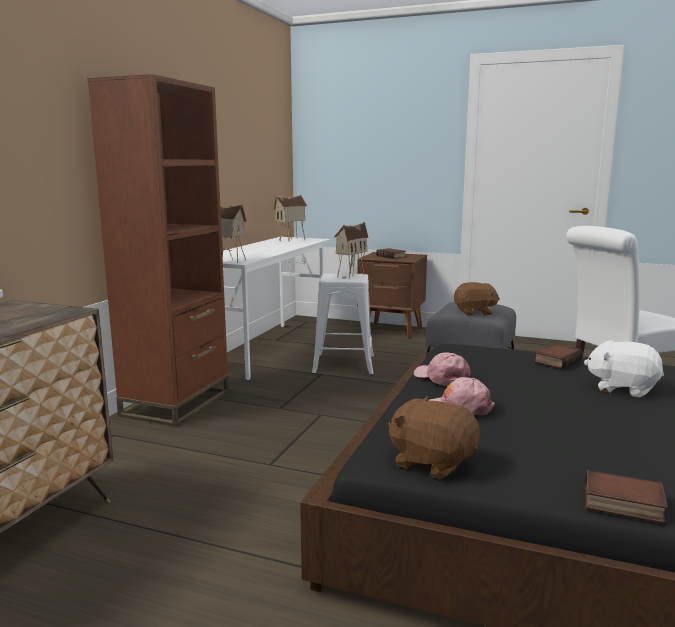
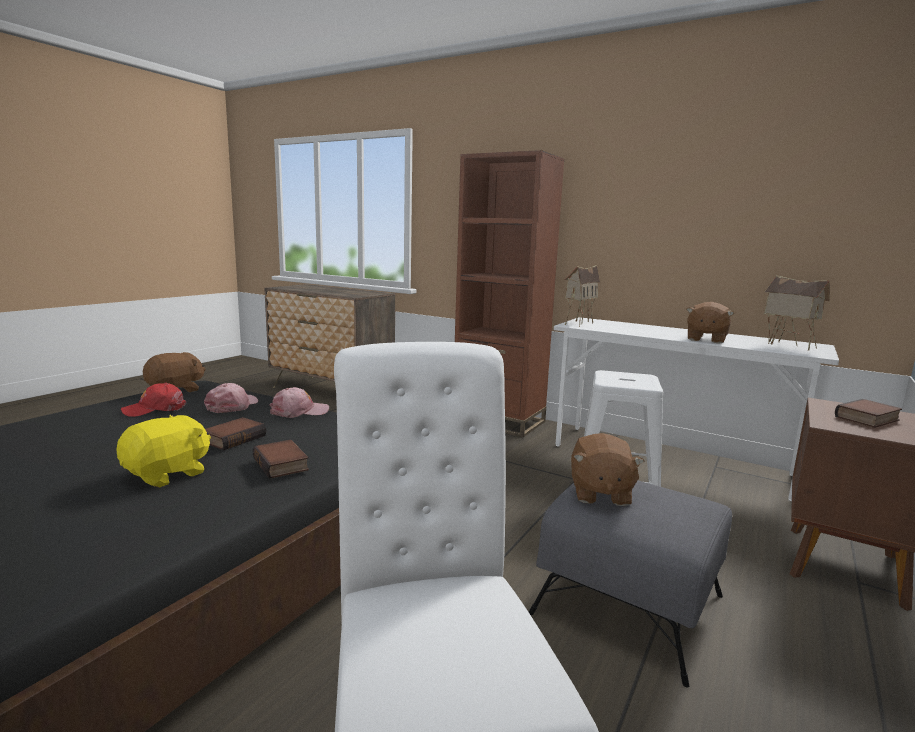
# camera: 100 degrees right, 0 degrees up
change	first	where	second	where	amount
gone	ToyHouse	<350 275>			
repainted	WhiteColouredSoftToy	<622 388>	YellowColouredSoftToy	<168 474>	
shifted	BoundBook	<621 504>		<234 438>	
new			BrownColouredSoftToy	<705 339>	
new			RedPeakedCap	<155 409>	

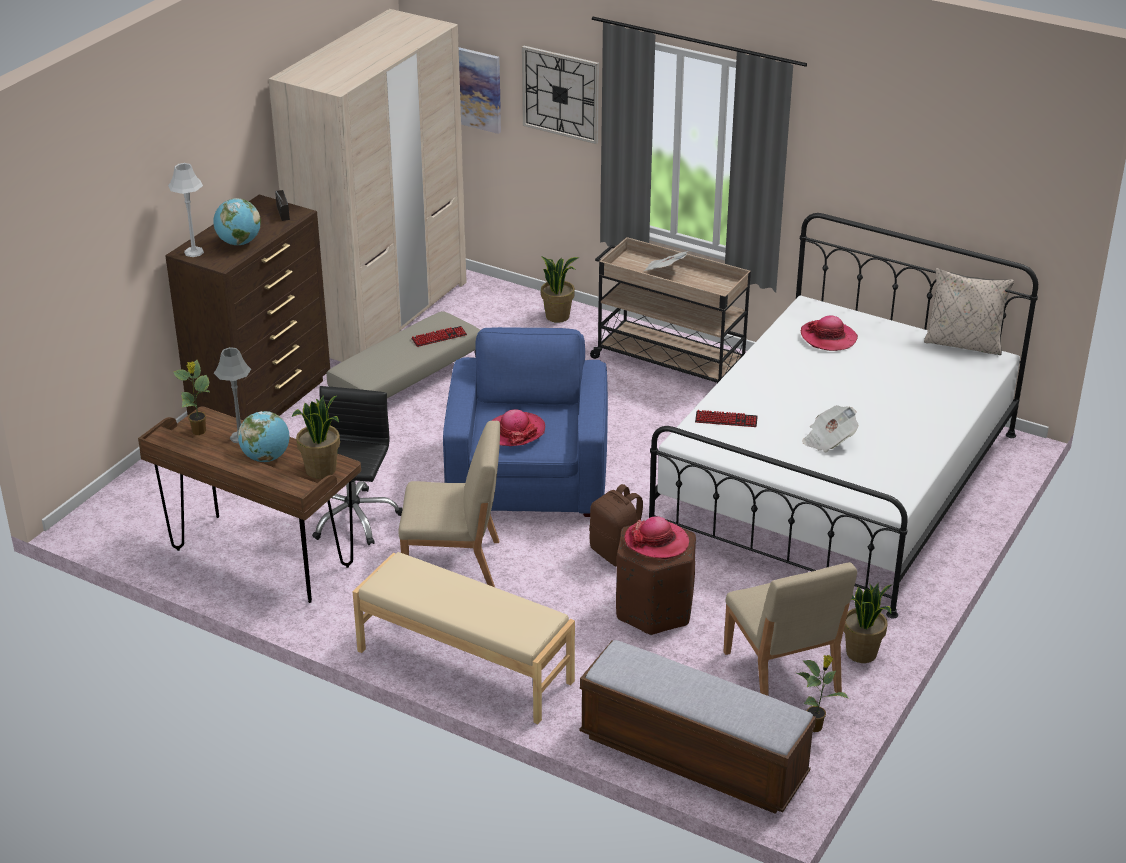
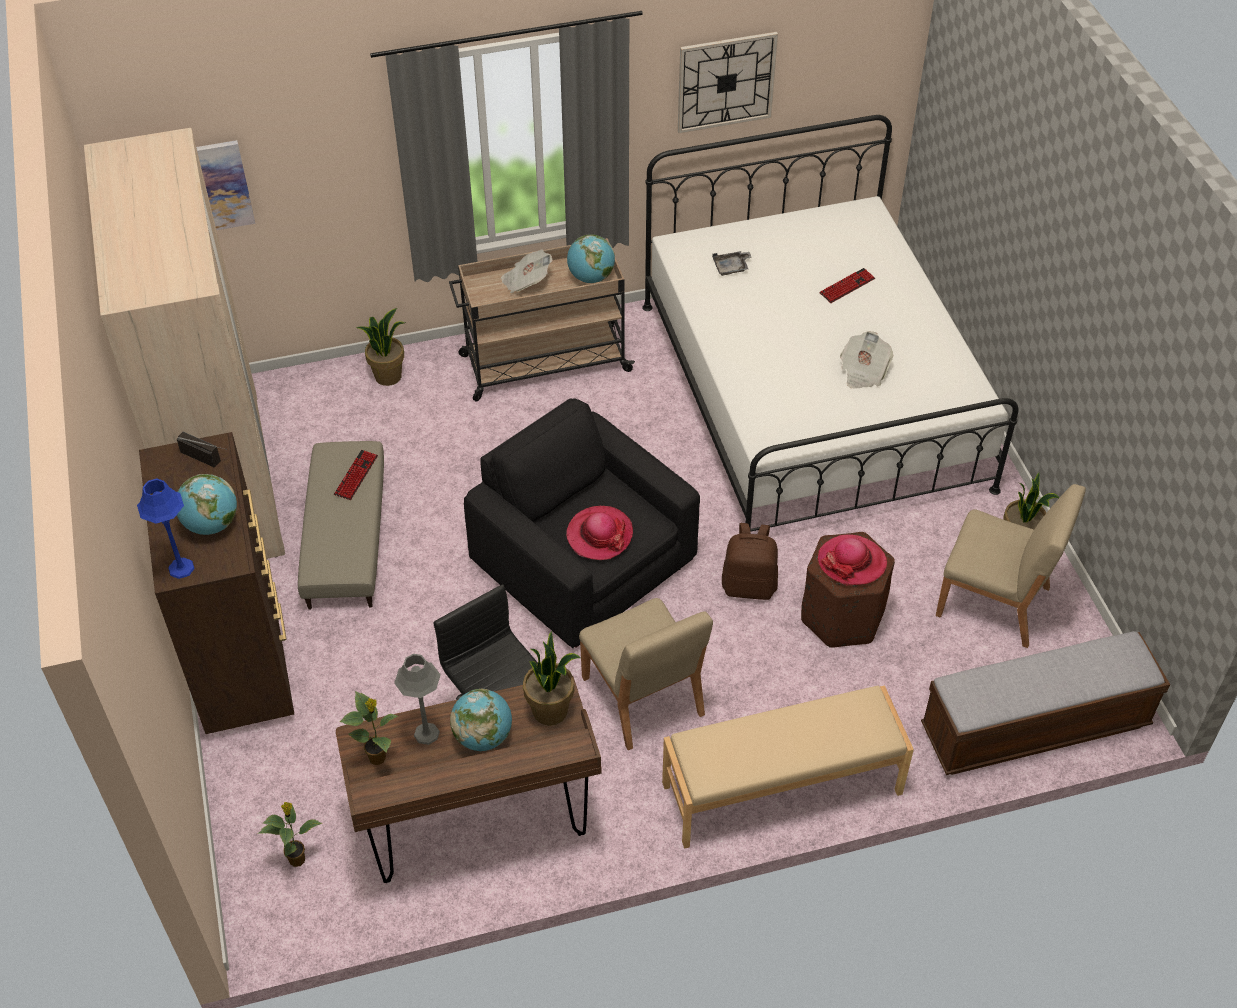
# camera: 45 degrees left, 15 degrees up
change	first	where	second	where	amount
shifted	WallClock	<561 94>		<726 82>	
repainted	GrayTabletopLamp	<194 252>	BlueTabletopLamp	<181 568>	
gone	BeigeThrowPillow	<963 343>			
swapped	Hat	<828 338>	GrayTray	<731 267>	
repainted	BlueEasyChair	<528 476>	BlackColouredEasyChair	<584 562>	
shifted	PcKeyboard	<726 420>		<847 286>	
rotated	BeigeChair	<454 564>		<643 697>	105 degrees clockwise
shifted	PottedPlant	<815 726>		<298 858>	
new			DeskGlobe	<591 277>	

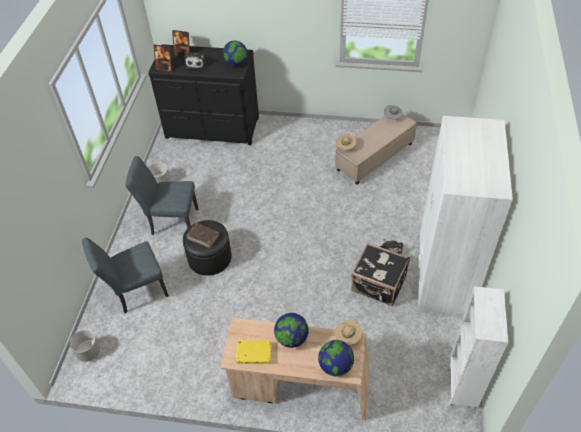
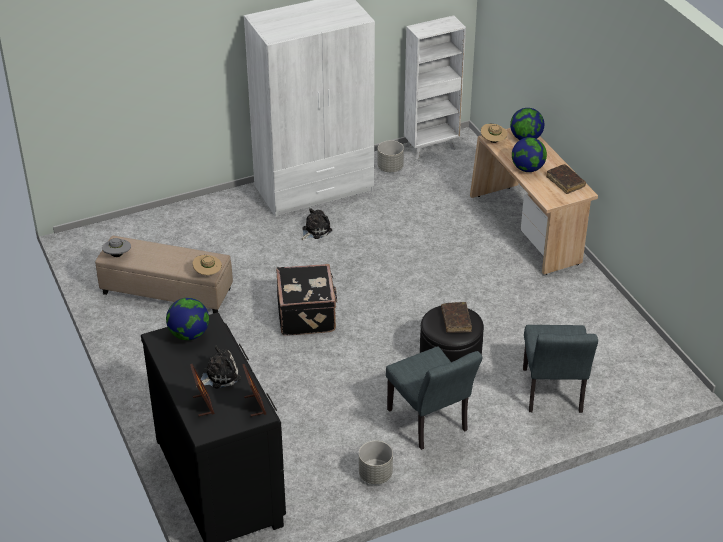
# camera: 125 degrees left, 10 degrees down
change	first	where	second	where	amount
rotated	GrayChair	<136 292>		<553 395>	60 degrees clockwise
shifted	BlackColouredTravelCase	<378 285>		<307 315>	
shifted	GrayFlowerPot	<89 352>		<390 168>	
repainted	YellowColouredBoundBook	<254 354>	BrownColouredBoundBook	<565 182>	

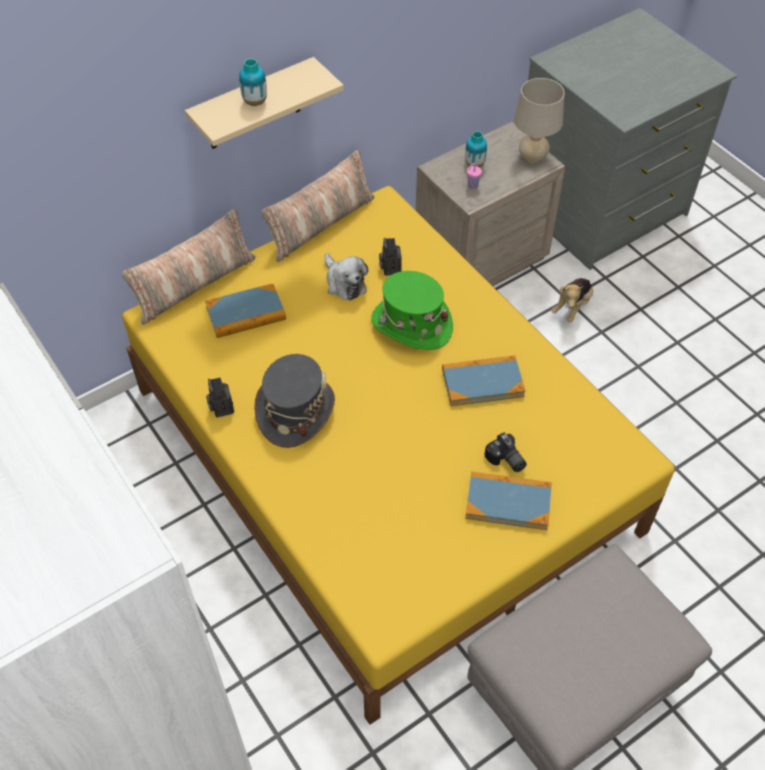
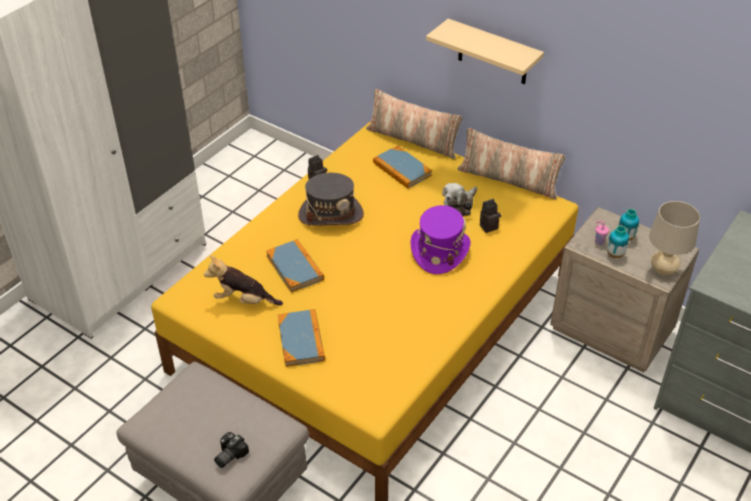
# camera: 70 degrees right, 10 degrees down
change	first	where	second	where	amount
shifted	Vase	<255 102>		<615 254>	
repainted	GreenHat	<411 324>	PurpleColouredHat	<439 251>	
shifted	SoftToy	<572 307>		<244 300>	
shifted	BoundBook	<482 382>		<295 267>	
shifted	StillCamera	<505 460>		<228 455>	

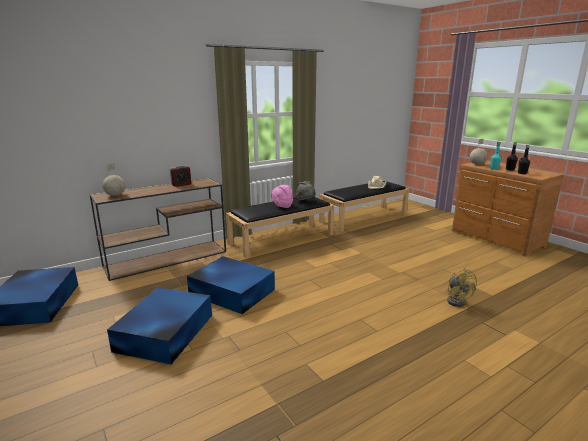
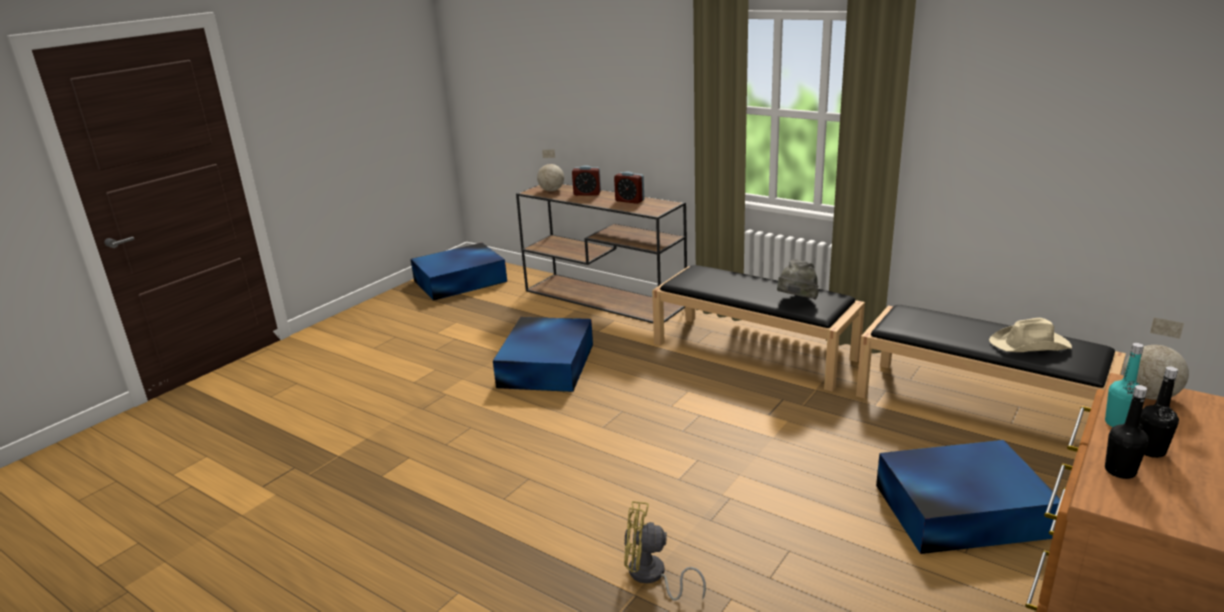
# camera: 70 degrees right, 5 degrees up
change	first	where	second	where	amount
gone	PinkishHat	<282 206>			
rotated	YellowColouredCoolingFan	<457 300>		<652 576>	45 degrees clockwise
shifted	BlueStorageBin	<164 333>		<959 510>	
new			TableClock	<587 194>	

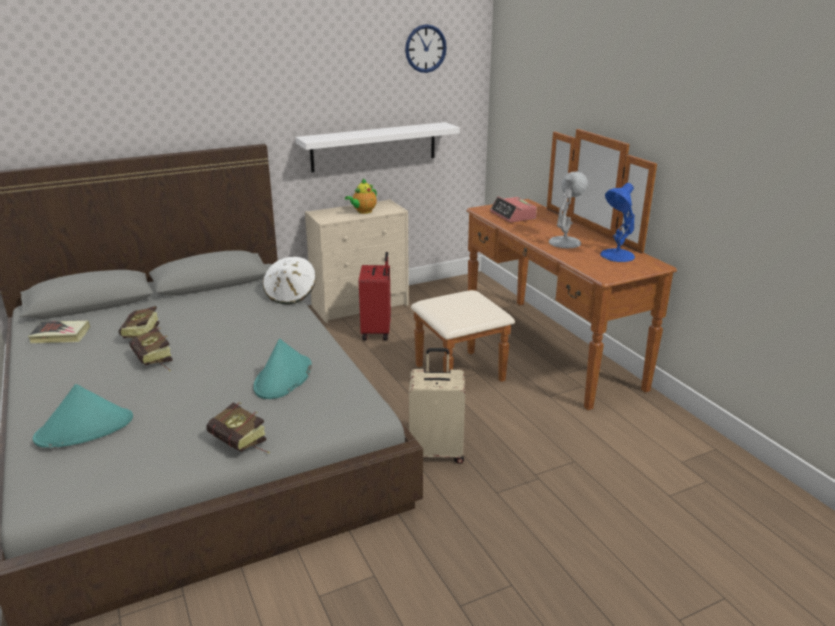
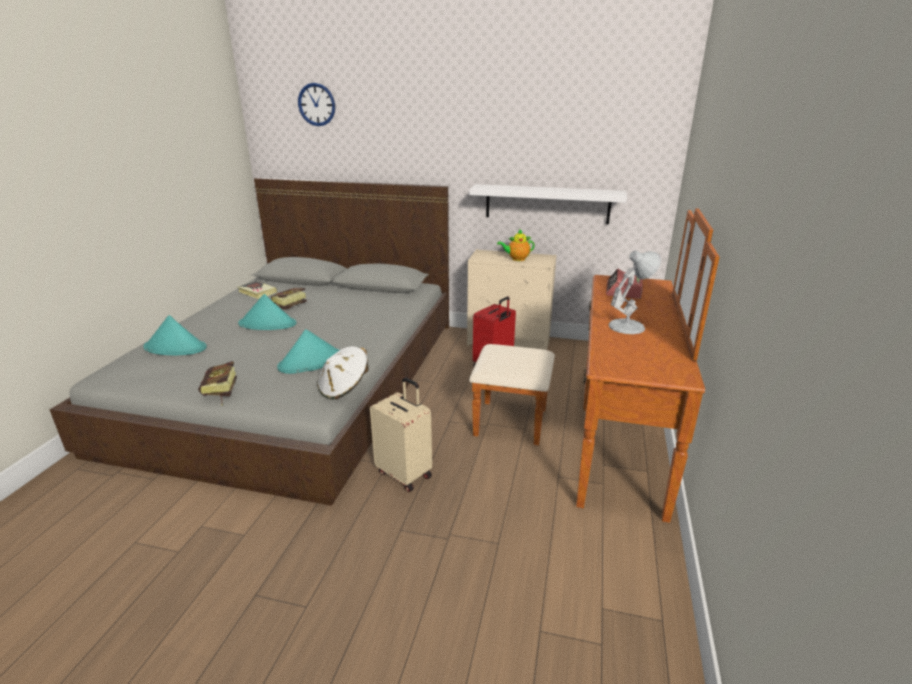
# camera: 40 degrees right, 0 degrees up
change	first	where	second	where	amount
shifted	WallClock	<425 48>		<316 104>	
gone	BlueTabletopLamp	<616 256>			
shifted	WhiteColouredHat	<291 295>		<344 388>	
swapped	BoundBook	<154 362>	BlueGreenHat	<268 324>	

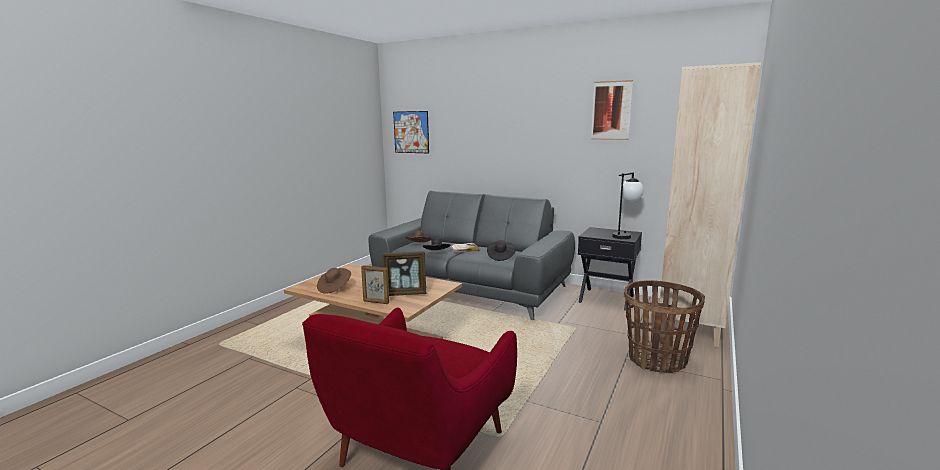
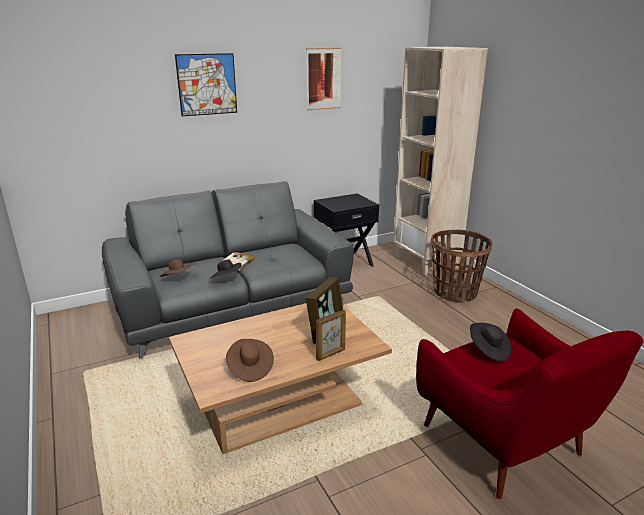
# camera: 55 degrees left, 10 degrees up
change	first	where	second	where	amount
shifted	WallPicture	<411 132>		<207 84>	
gone	TabletopLamp	<625 235>			
shifted	BlackColouredHat	<500 257>		<488 350>	

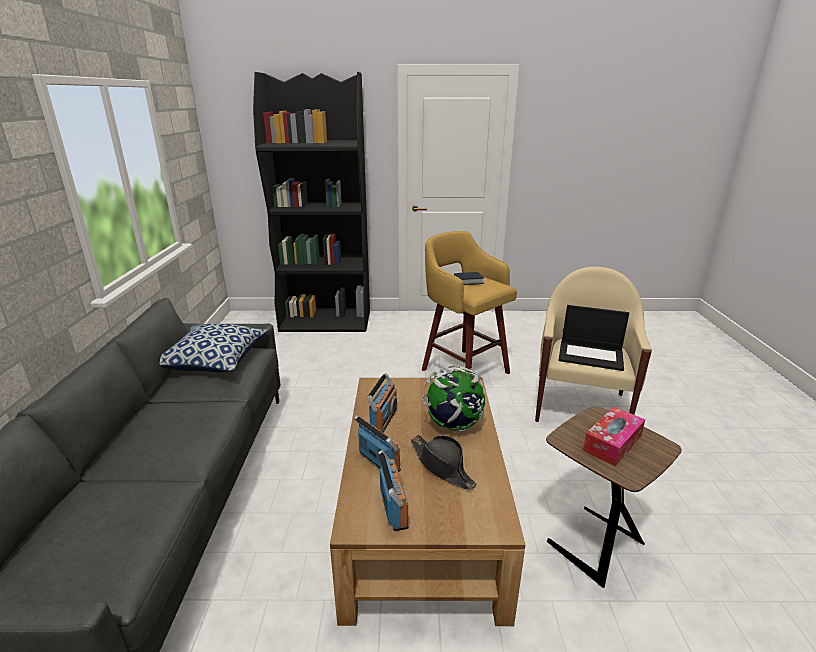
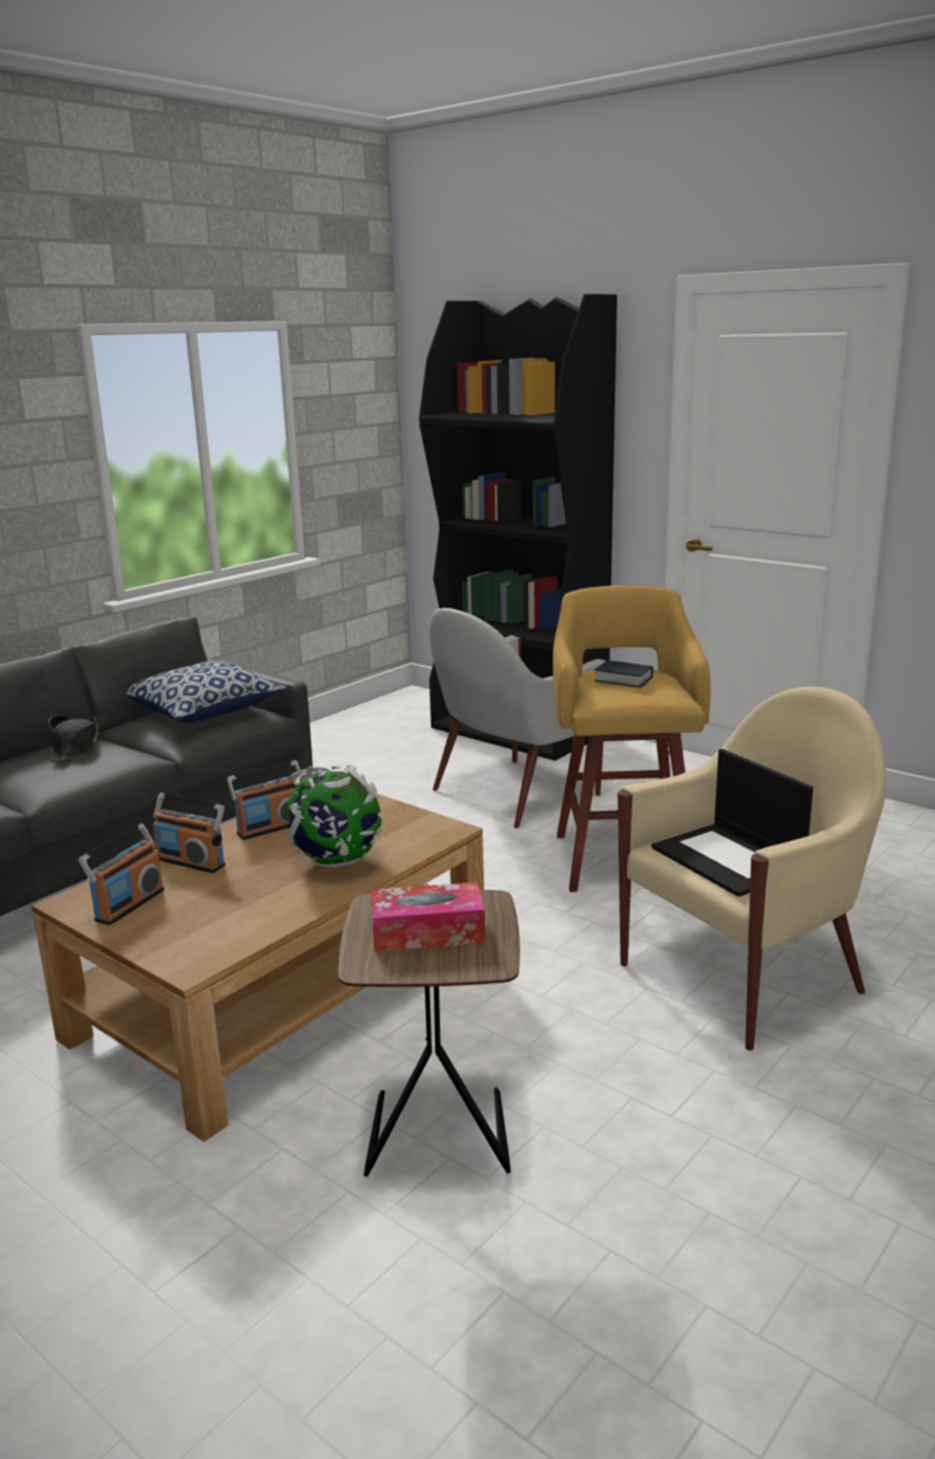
# camera: 40 degrees right, 5 degrees down
change	first	where	second	where	amount
rotated	Radio	<378 461>		<191 862>	120 degrees clockwise
shifted	BlackColouredHat	<442 466>		<76 748>	
new			WhiteColouredEasyChair	<512 793>	

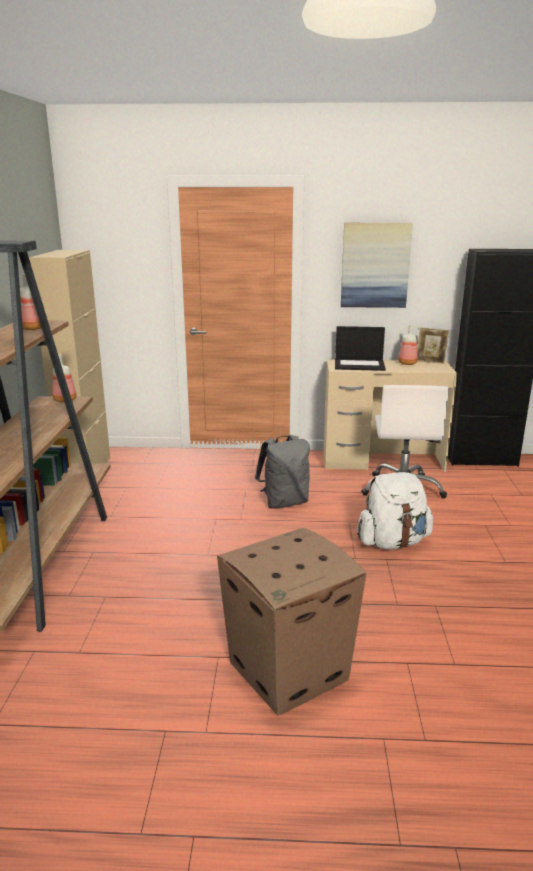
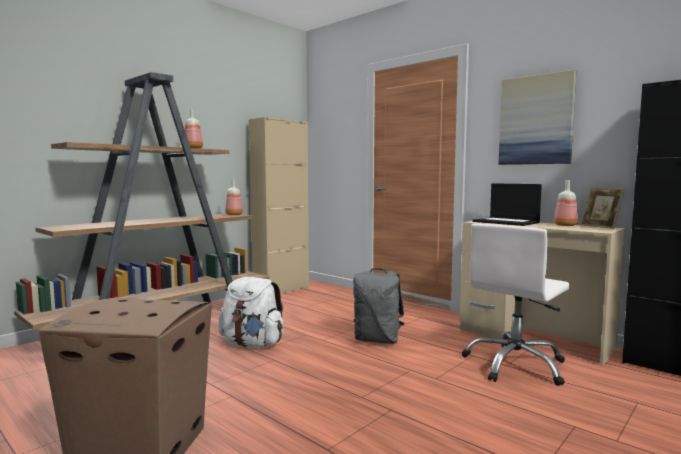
# camera: 40 degrees right, 15 degrees down
change	first	where	second	where	amount
shifted	WhiteColouredBackpack	<393 542>		<252 344>	

